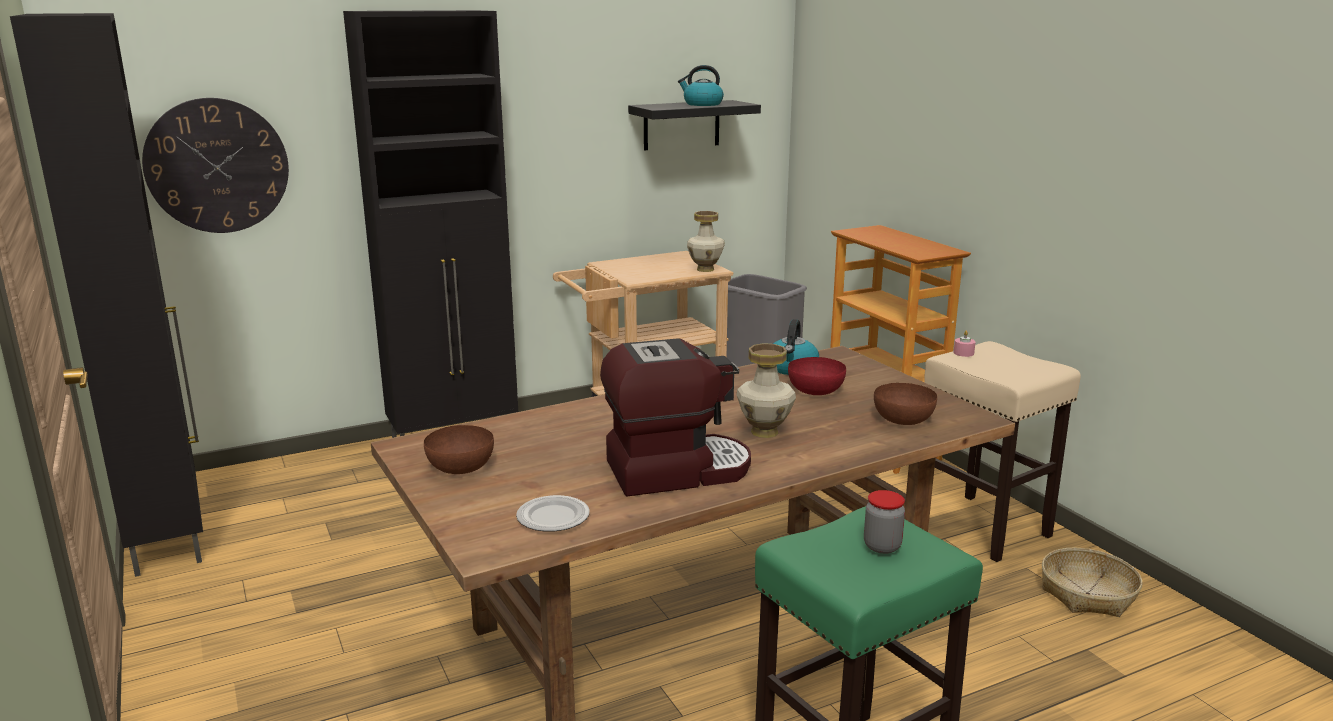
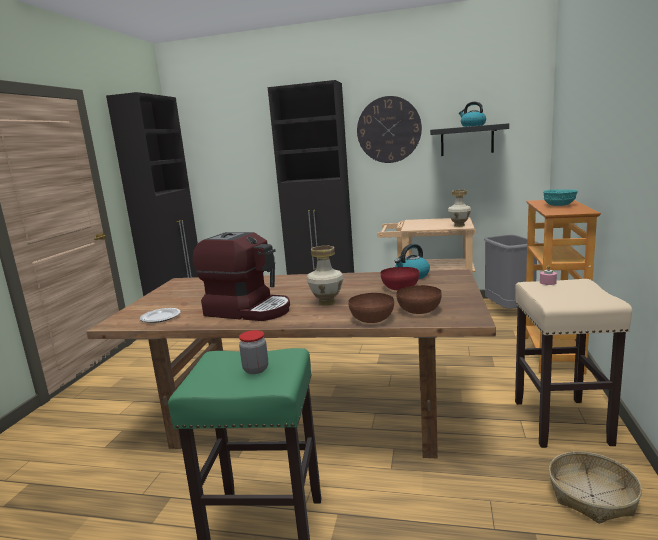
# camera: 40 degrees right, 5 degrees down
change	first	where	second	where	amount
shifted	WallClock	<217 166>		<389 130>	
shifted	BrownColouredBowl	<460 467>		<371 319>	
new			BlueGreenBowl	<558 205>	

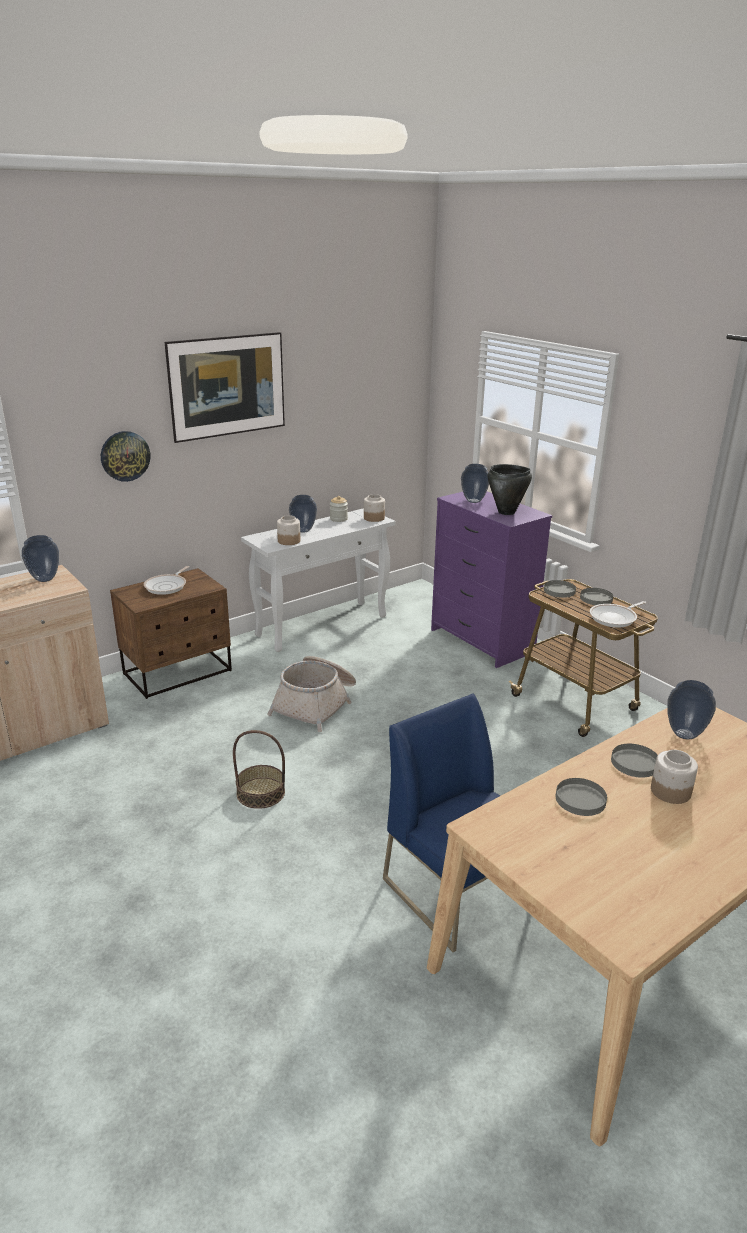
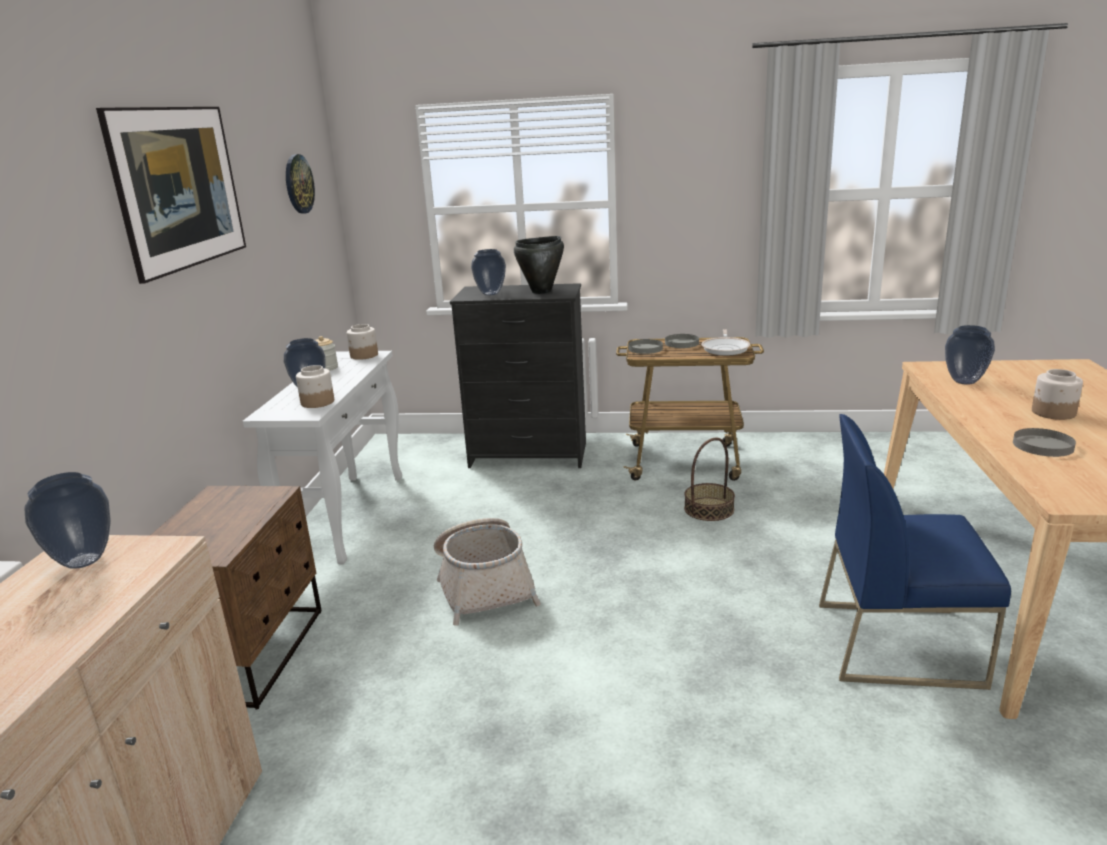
# camera: 45 degrees left, 5 degrees down
change	first	where	second	where	amount
shifted	WallClock	<125 456>		<298 184>	
repainted	PurpleColouredChestOfDrawers	<481 641>	BlackColouredChestOfDrawers	<528 455>	
gone	FryingPan	<167 586>			
shifted	HouseholdBasket	<261 793>		<709 509>	
gone	GrayPlate	<635 763>			

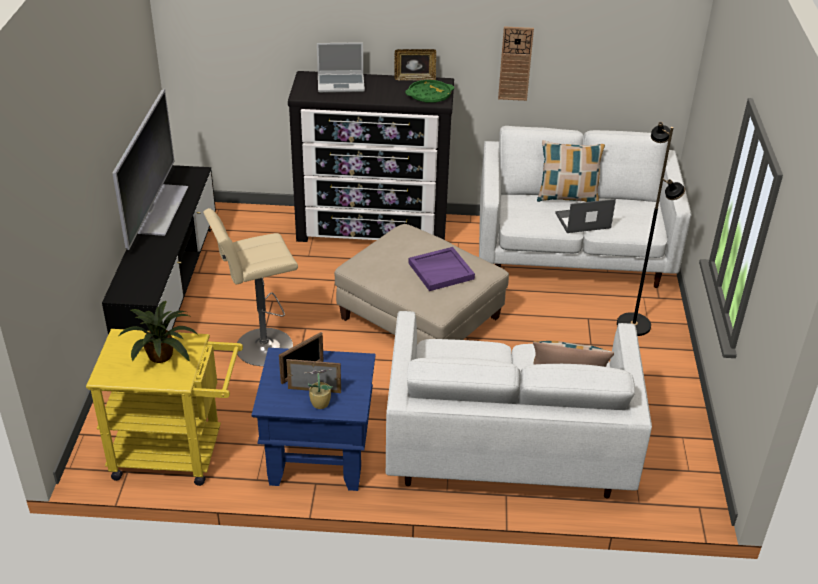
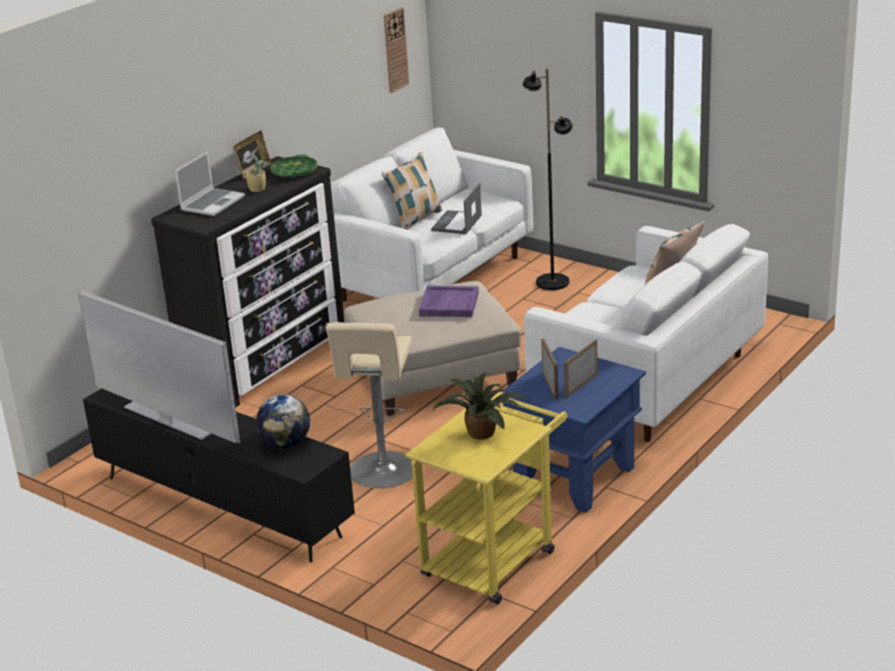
# camera: 55 degrees left, 10 degrees down
change	first	where	second	where	amount
shifted	WallClock	<515 63>		<395 50>	
shifted	PottedPlant	<319 403>		<256 190>	
new			DeskGlobe	<285 444>	

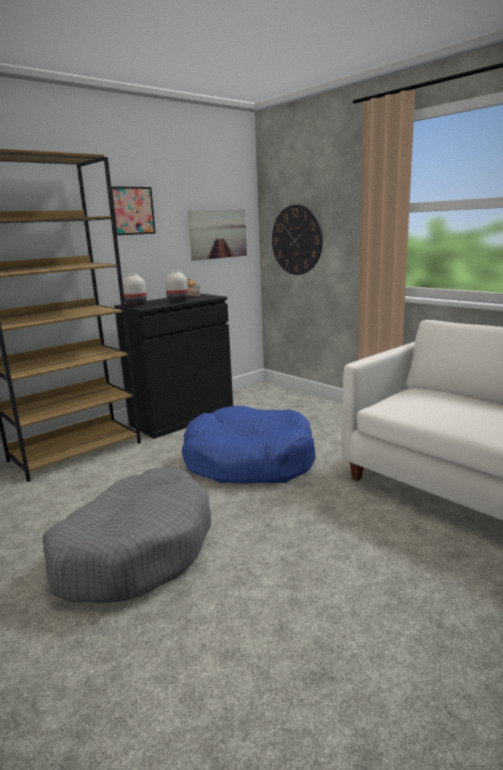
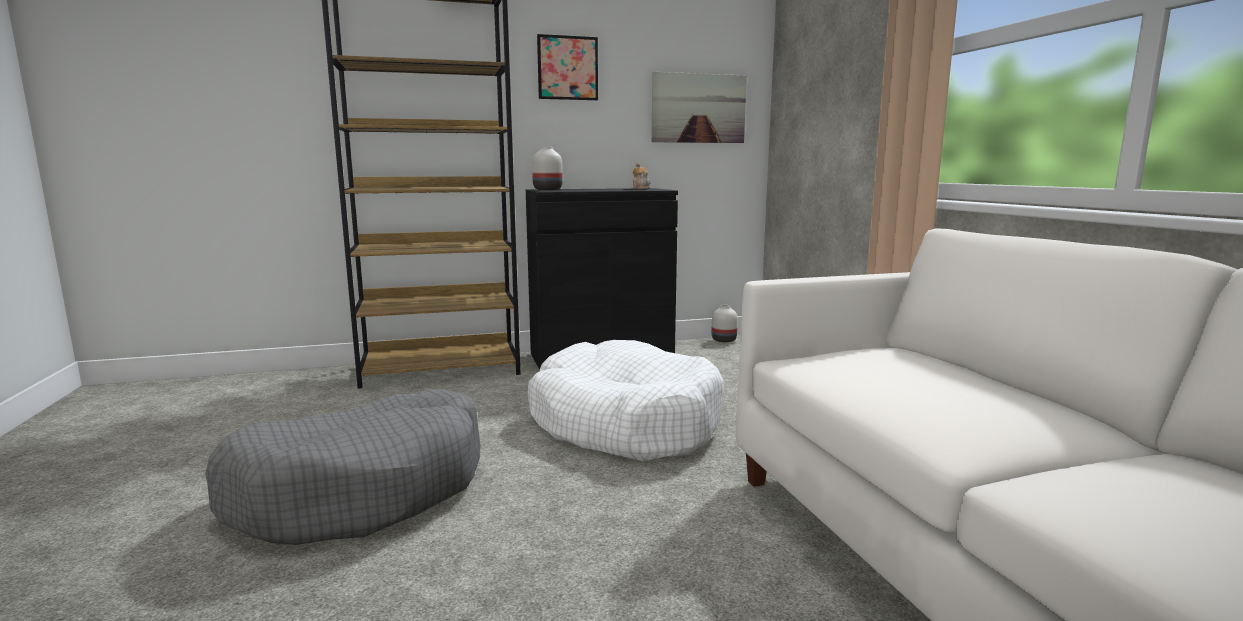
# camera: 25 degrees right, 5 degrees down
change	first	where	second	where	amount
gone	WallClock	<296 240>			
shifted	WhiteColouredVase	<177 301>		<723 340>	
repainted	BlueDogCushion	<249 461>	WhiteColouredDogCushion	<625 423>	

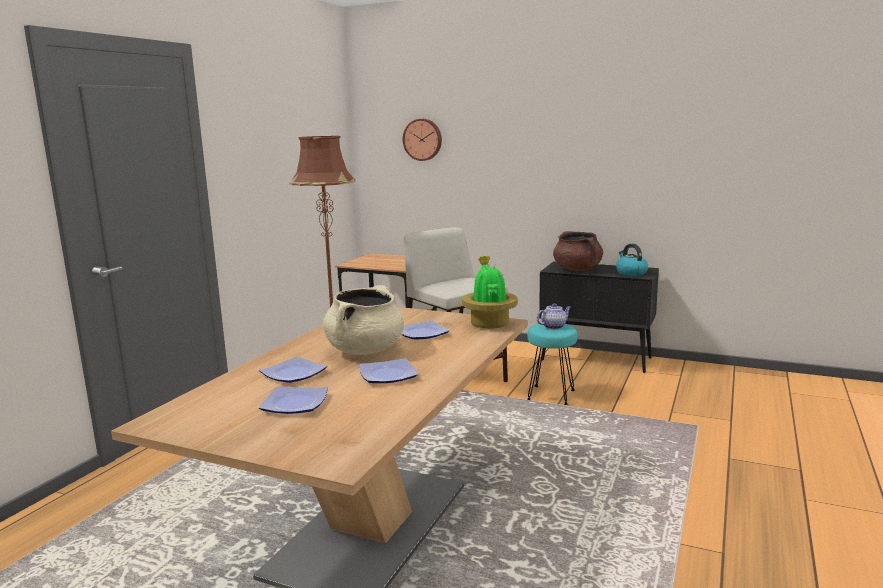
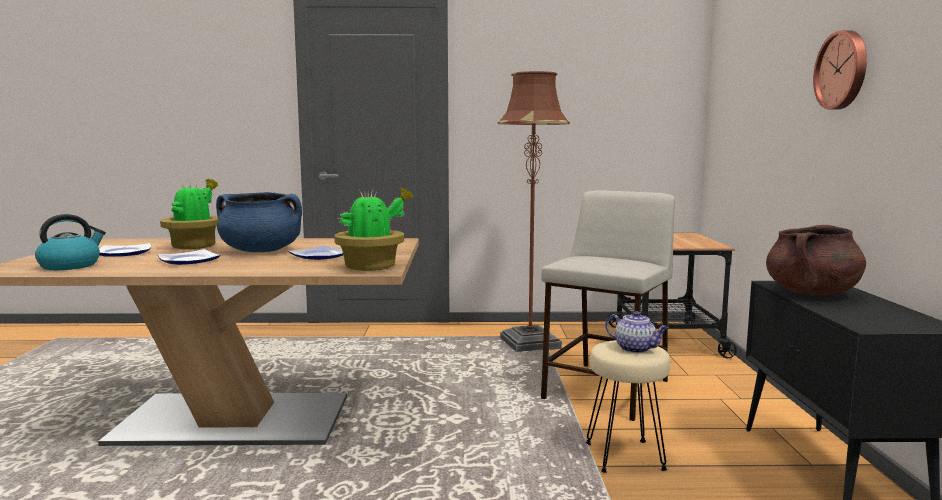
# camera: 65 degrees right, 5 degrees down
change	first	where	second	where	amount
shifted	WallClock	<423 139>		<843 70>	
shifted	WaterKettle	<630 273>		<70 266>	
repainted	BeigeStockpot	<365 350>	BlueStockpot	<261 251>	
repainted	BlueGreenSittingStool	<551 395>	BeigeSittingStool	<625 456>	
swapped	Plate	<292 374>	PottedPlant	<195 246>	

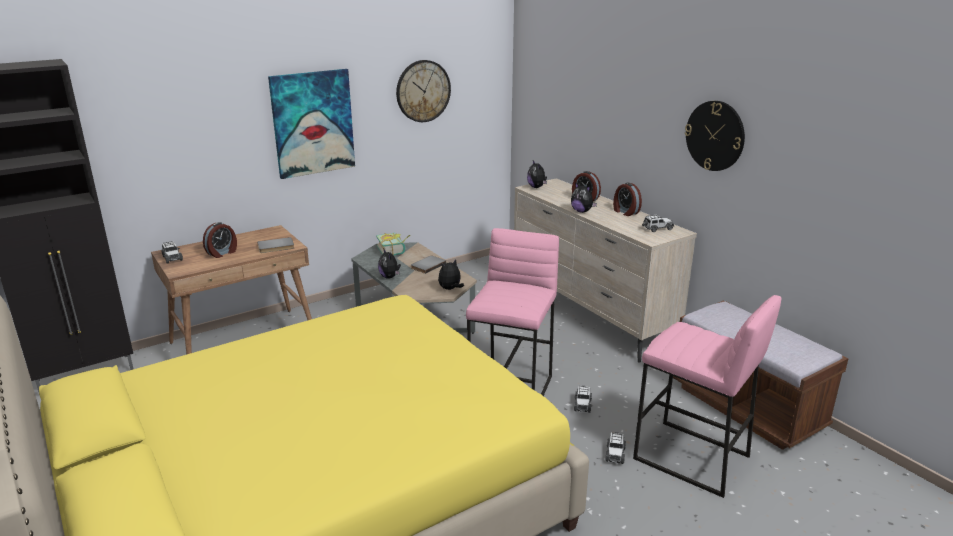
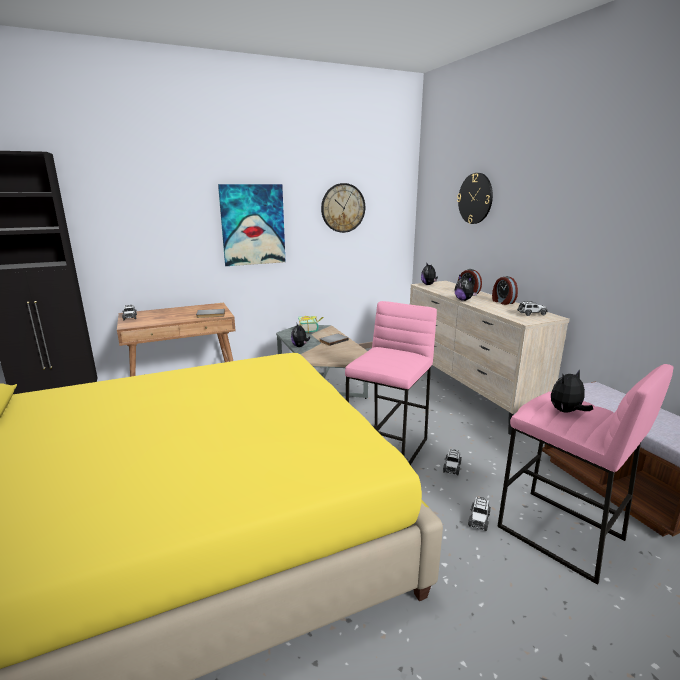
# camera: 10 degrees right, 5 degrees down
change	first	where	second	where	amount
shifted	WallClock	<715 136>		<475 198>	
gone	TableClock	<222 253>			
shifted	SoftToy	<450 289>		<566 412>	

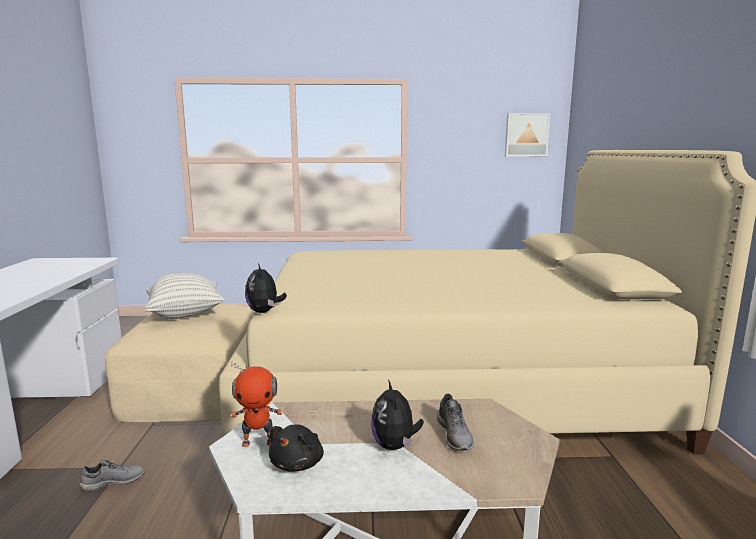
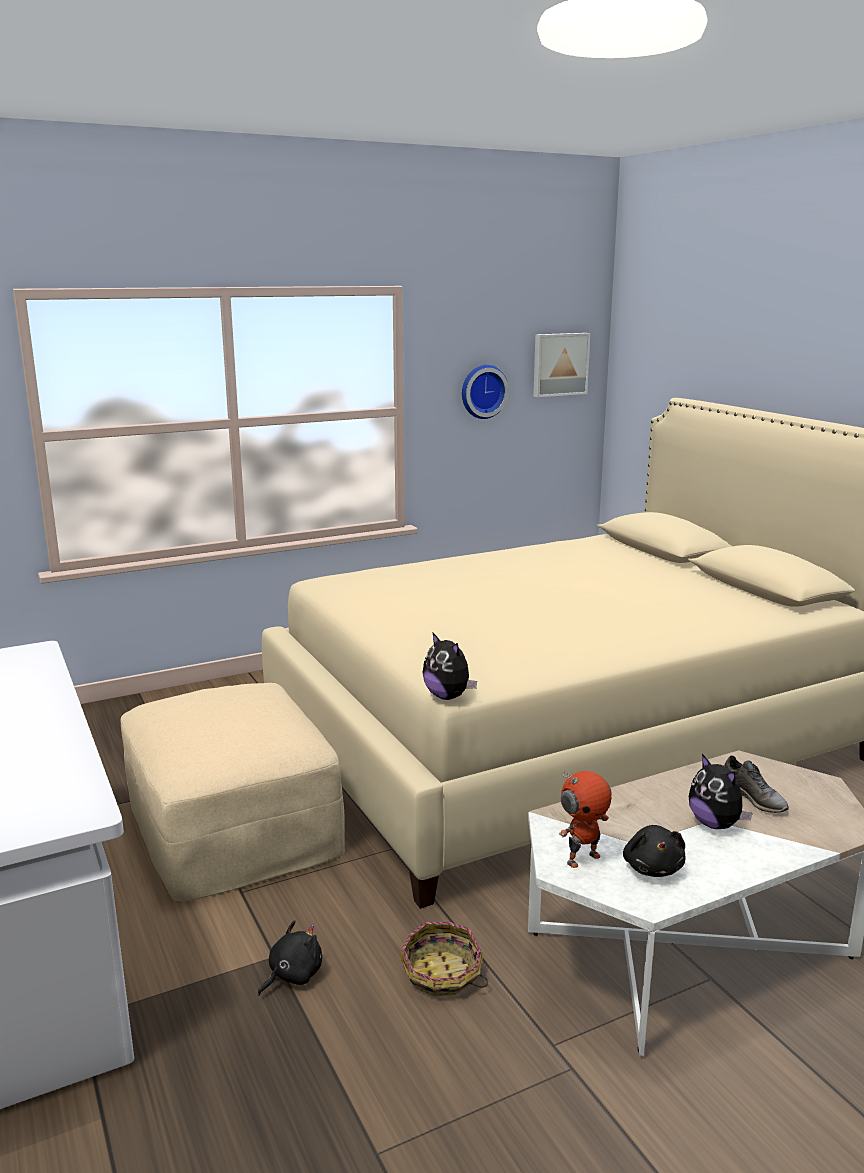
# camera: 25 degrees left, 5 degrees up
change	first	where	second	where	amount
gone	ThrowPillow	<185 314>			
swapped	GrayLowShoe	<114 481>	BlackColouredSoftToy	<292 975>	
new			WallClock	<482 391>	
new			HouseholdBasket	<442 974>	

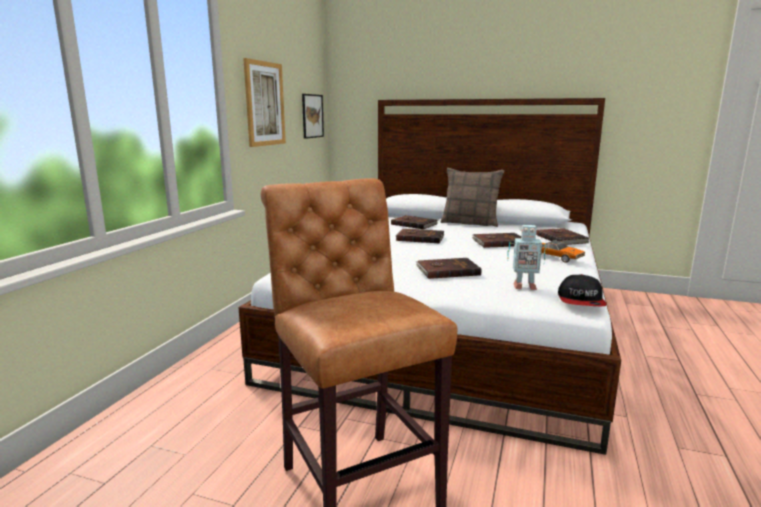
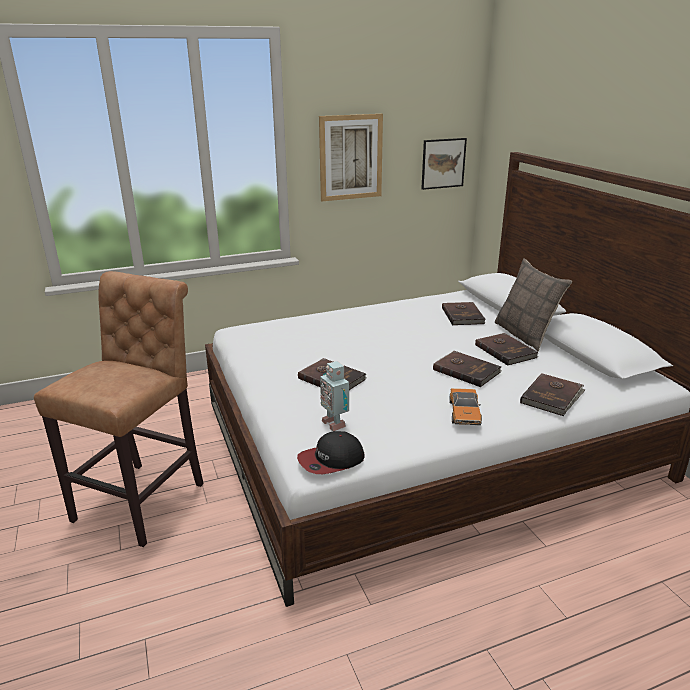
# camera: 50 degrees right, 10 degrees up
change	first	where	second	where	amount
shifted	BrownColouredBoundBook	<420 238>		<505 351>	

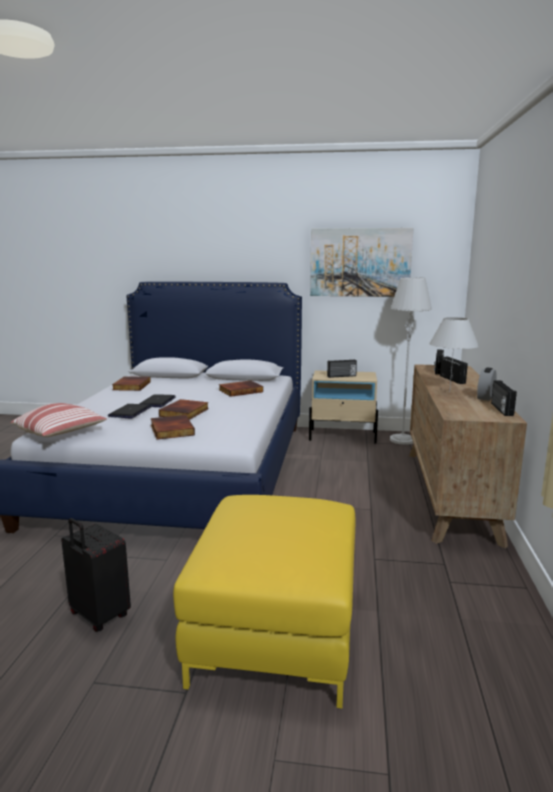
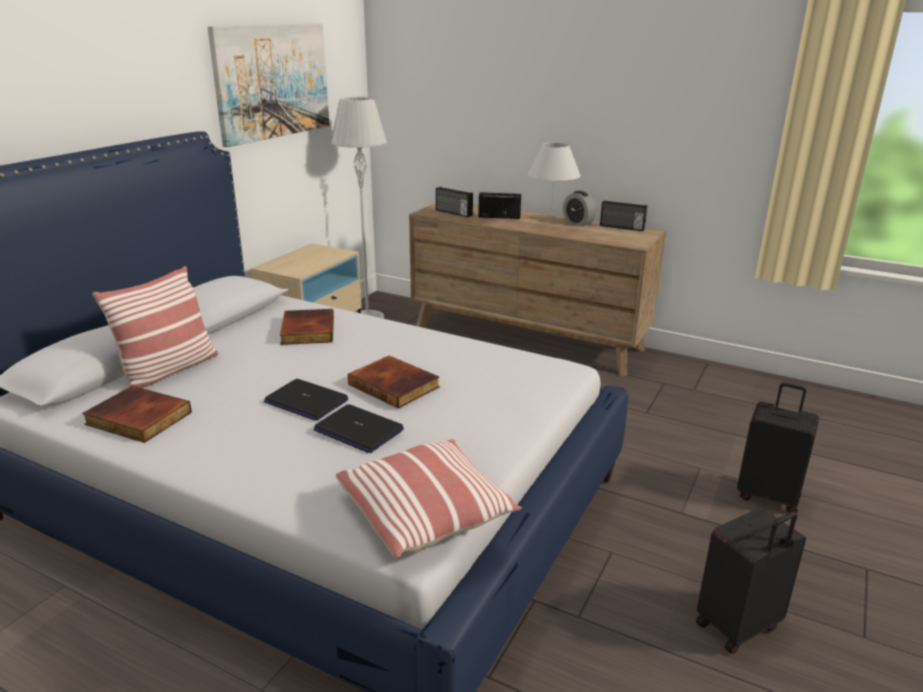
# camera: 70 degrees left, 10 degrees up
change	first	where	second	where	amount
gone	Radio	<341 376>			
gone	BoundBook	<171 430>			
swapped	YellowColouredPouffe	<276 631>	BlackColouredTravelCase	<768 496>	
new			ThrowPillow	<169 370>	

